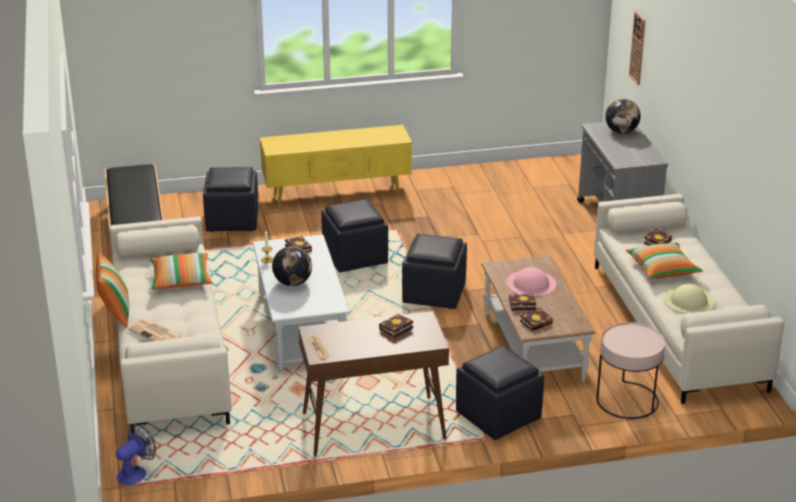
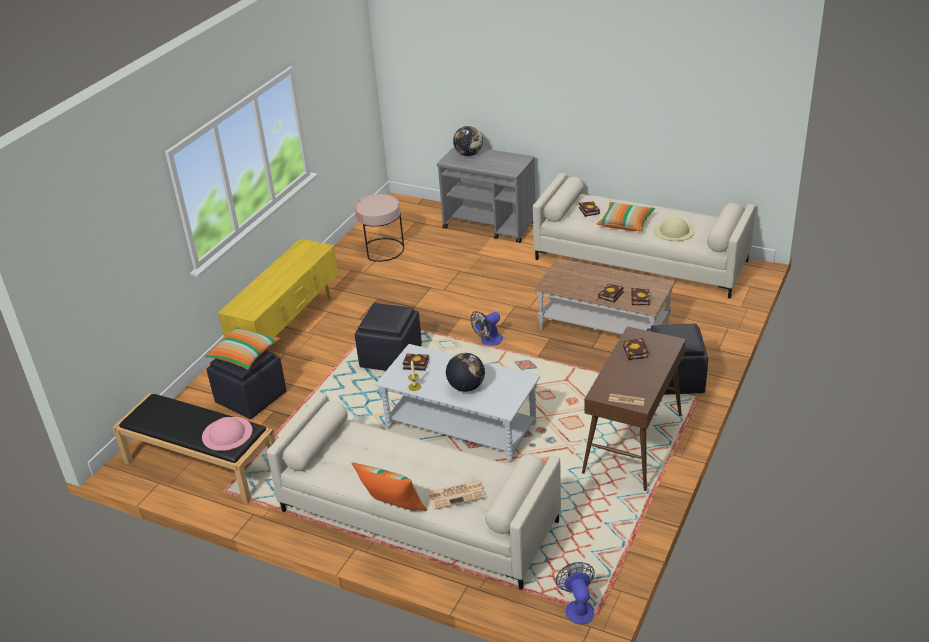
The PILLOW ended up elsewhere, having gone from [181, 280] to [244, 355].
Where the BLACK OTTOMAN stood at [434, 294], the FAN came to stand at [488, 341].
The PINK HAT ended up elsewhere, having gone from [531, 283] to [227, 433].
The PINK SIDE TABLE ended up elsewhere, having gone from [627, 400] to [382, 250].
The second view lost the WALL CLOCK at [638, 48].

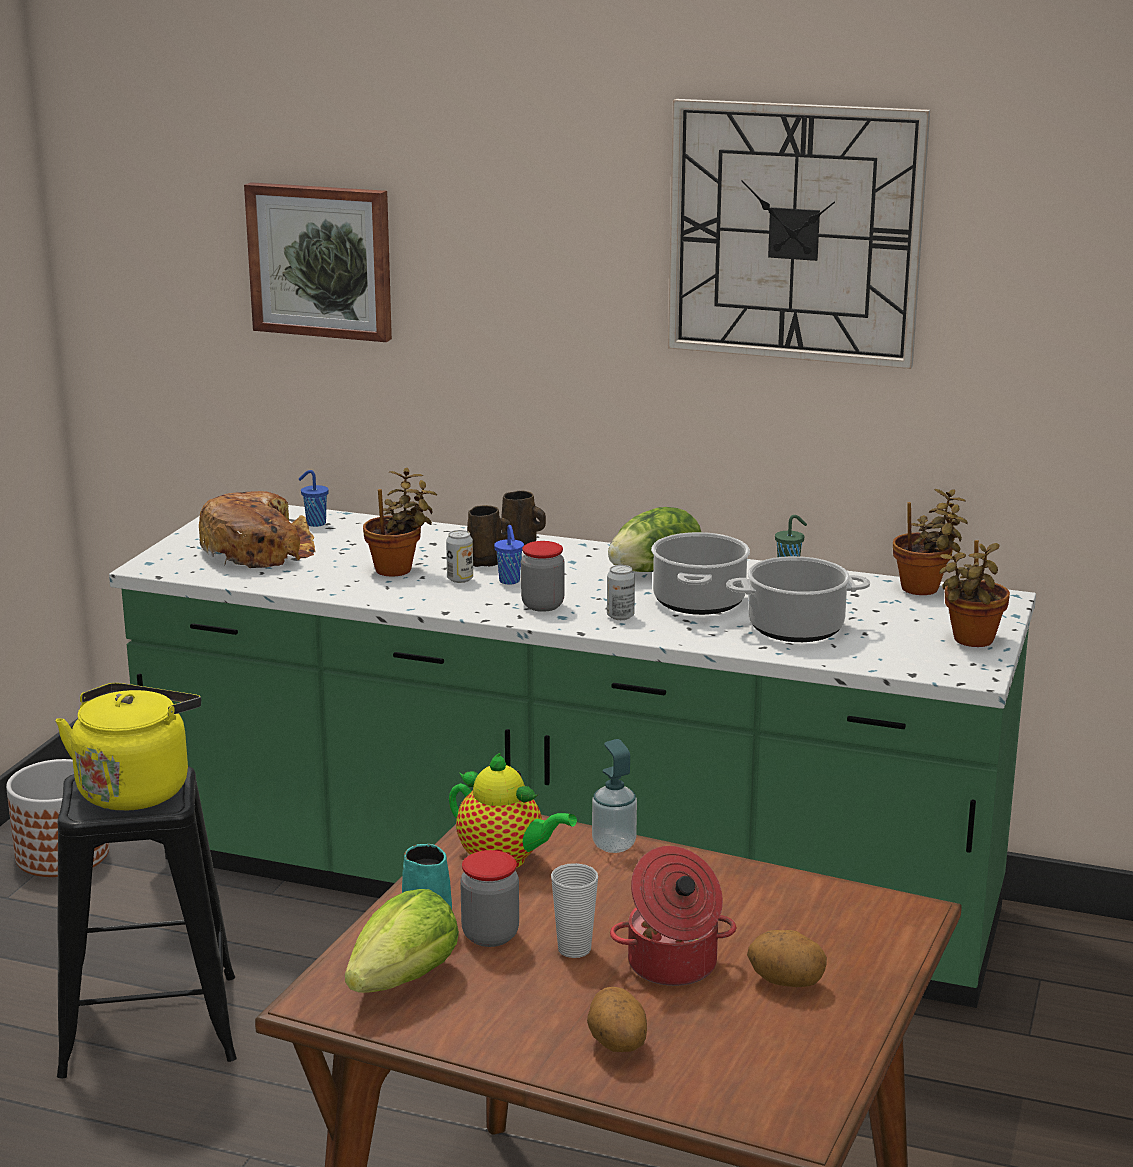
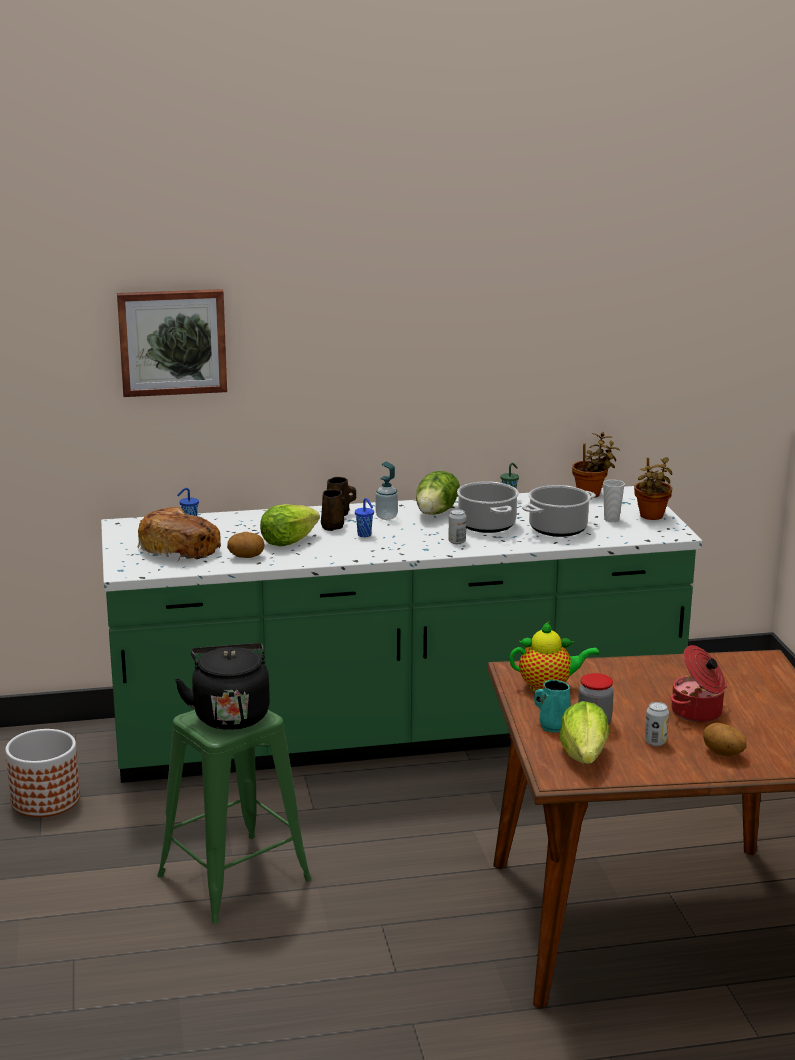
What was the YELLOW KETTLE at [136, 788] turned into the BLACK KETTLE at [230, 714].
What was the BLACK STOOL at [148, 1026] turned into the GREEN STOOL at [233, 878].
Where the POTTED PLANT stood at [398, 569], the LETTUCE came to stand at [287, 542].
The CAN ended up elsewhere, having gone from [460, 579] to [655, 742].
The second view lost the JAR at [542, 605].
The CUP ended up elsewhere, having gone from [574, 949] to [611, 519].
The SOAP DISPENSER ended up elsewhere, having gone from [614, 845] to [386, 517].
The second view lost the WALL CLOCK at [795, 233].
The POTATO ended up elsewhere, having gone from [786, 982] to [246, 557].

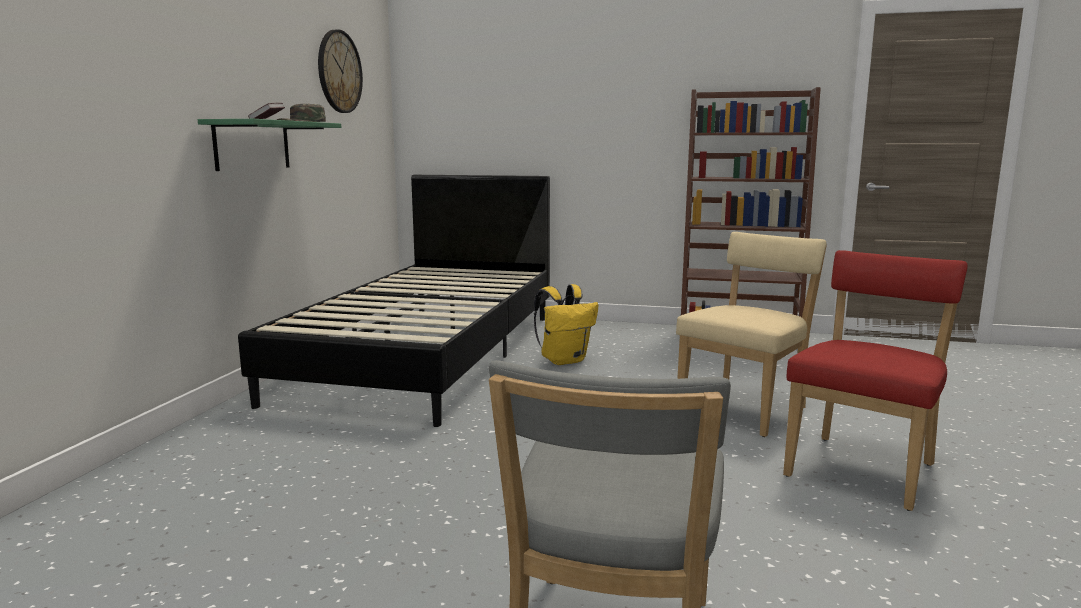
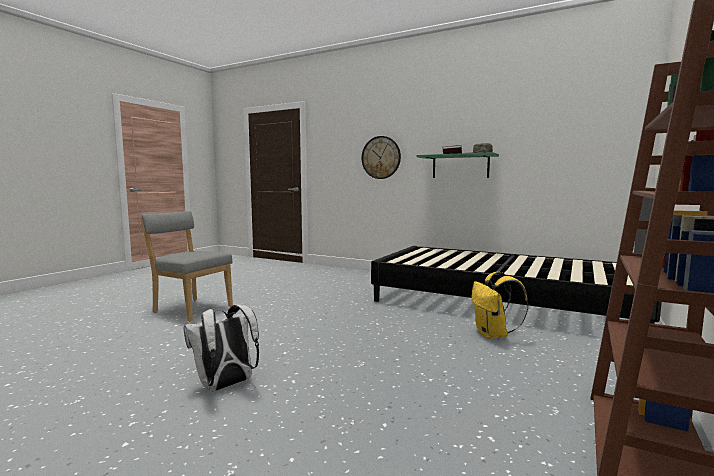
The WALL CLOCK ended up elsewhere, having gone from [339, 72] to [381, 157].
The second view lost the BEIGE CHAIR at [745, 409].
Where the RED CHAIR stood at [863, 468], the WHITE BACKPACK came to stand at [225, 386].

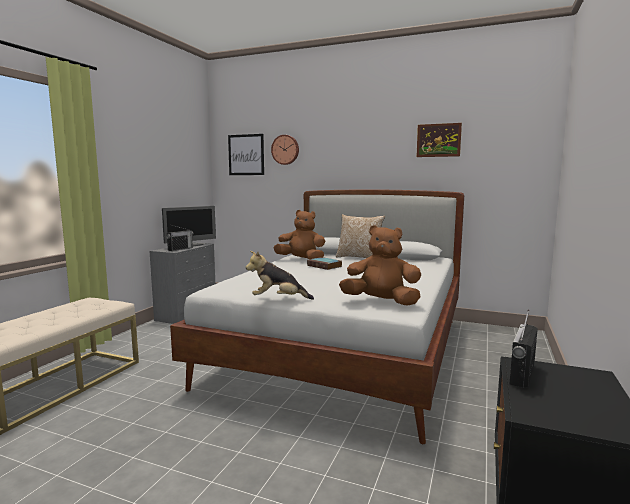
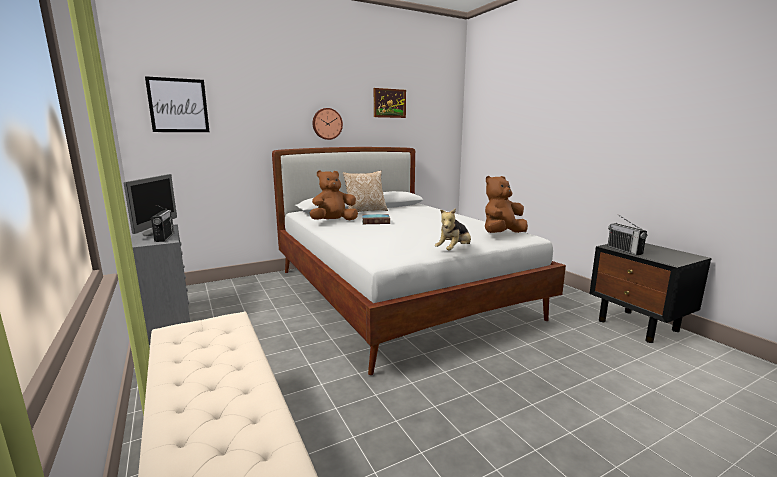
The WALL CLOCK ended up elsewhere, having gone from [285, 149] to [327, 124].

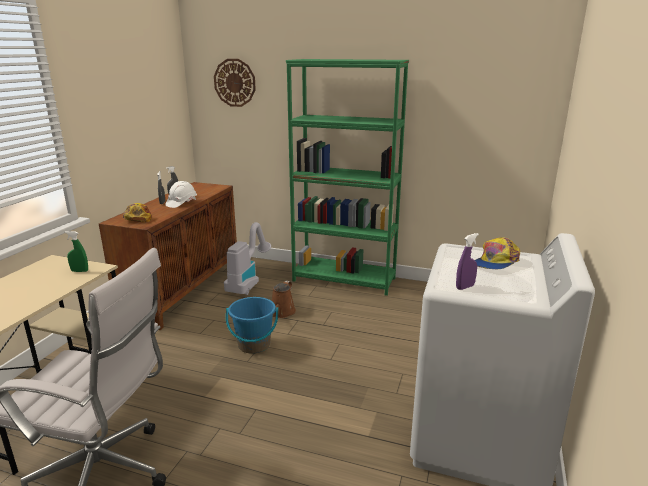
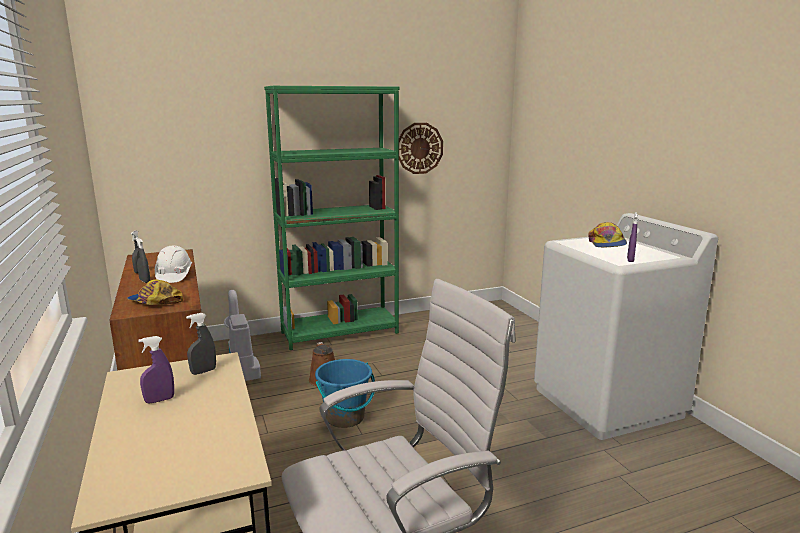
What was the GREEN SPRAY BOTTLE at [79, 271] turned into the GREY SPRAY BOTTLE at [203, 371].
The WALL CLOCK ended up elsewhere, having gone from [234, 82] to [419, 148].
The second view gained the PURPLE SPRAY BOTTLE at [159, 400].

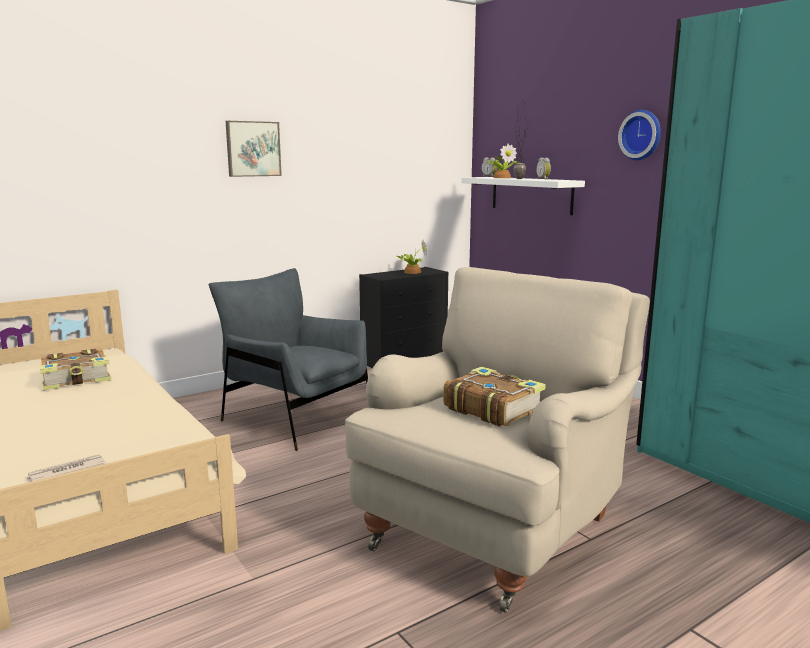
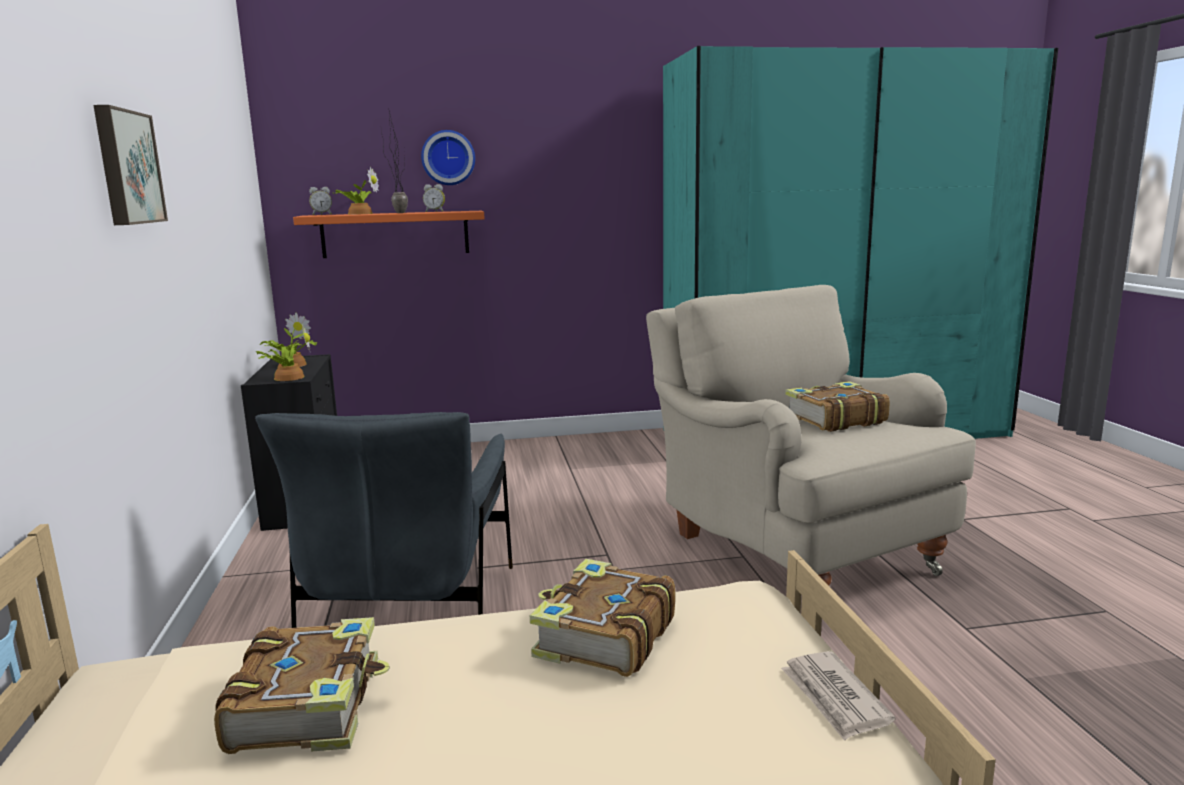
The GREY ARMCHAIR at [296, 418] ended up facing another way, 60 degrees counterclockwise from before.
What was the WHITE SHELF at [531, 195] turned into the ORANGE SHELF at [395, 234].
The WALL CLOCK ended up elsewhere, having gone from [642, 135] to [448, 158].
The second view gained the POTTED PLANT at [287, 377].
The second view gained the BOOK at [603, 637].

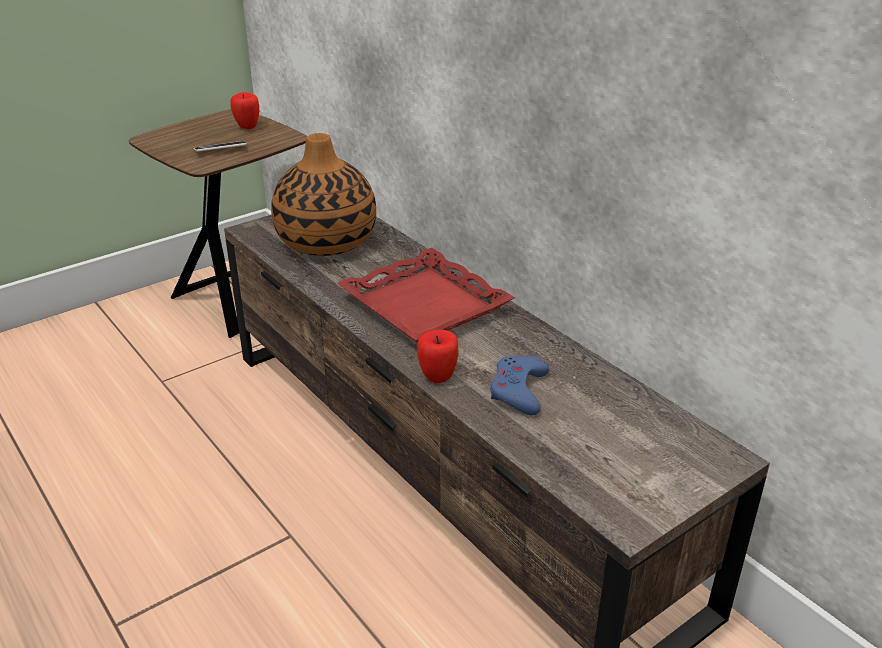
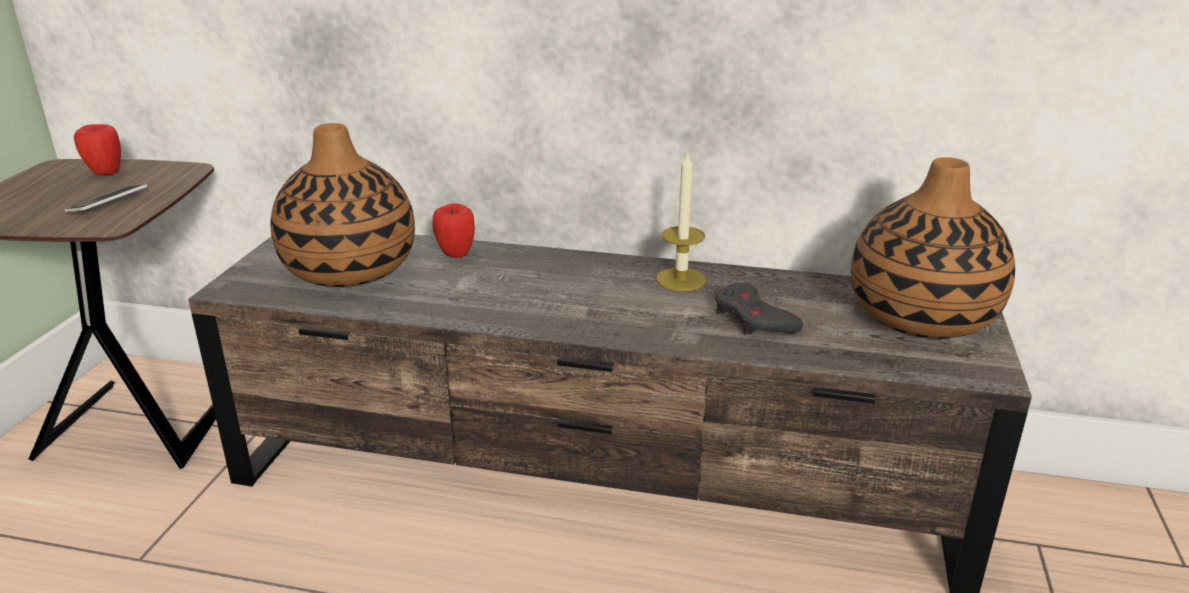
The second view lost the RED TRAY at [426, 305].
The APPLE ended up elsewhere, having gone from [438, 377] to [456, 254].
What was the BLUE GAME CONTROLLER at [518, 390] turned into the GREY GAME CONTROLLER at [753, 319].
The second view gained the CANDLE at [681, 279].
The second view gained the VASE at [922, 316].

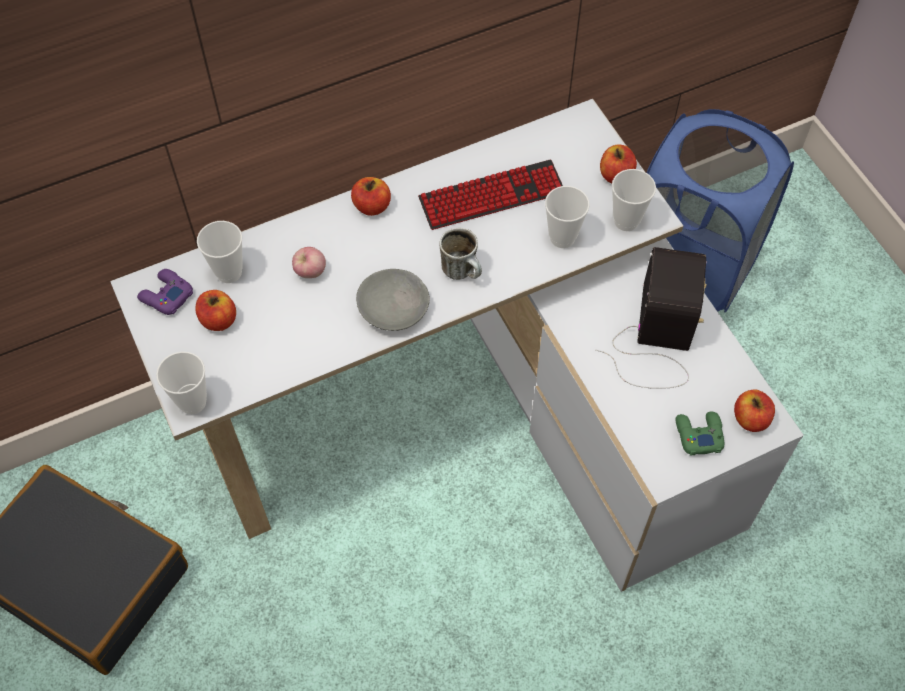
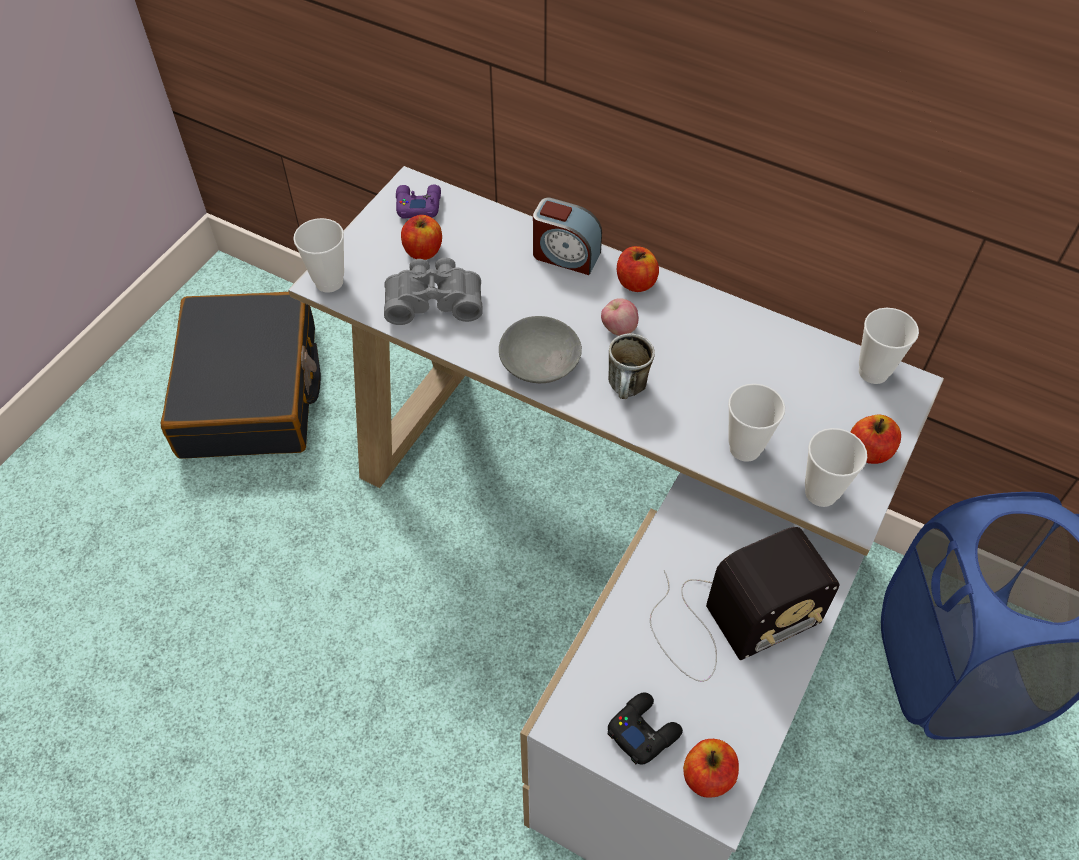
The CUP ended up elsewhere, having gone from [229, 272] to [873, 372].
The APPLE ended up elsewhere, having gone from [310, 272] to [618, 329].
The second view lost the KEYBOARD at [491, 196].
What was the GREEN GAME CONTROLLER at [698, 434] turned into the BLACK GAME CONTROLLER at [643, 730].
The second view gained the GREY BINOCULARS at [434, 300].
The second view gained the ALARM CLOCK at [565, 255].

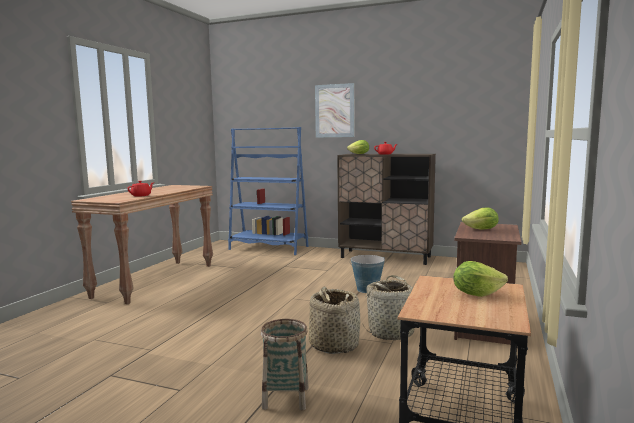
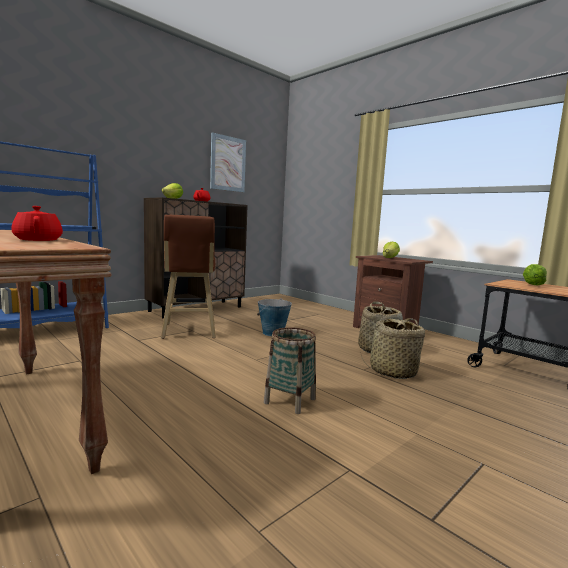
The BASKET ended up elsewhere, having gone from [285, 398] to [289, 401].
The PICTURE ended up elsewhere, having gone from [334, 111] to [228, 163].
The second view gained the BROWN STOOL at [189, 332].

